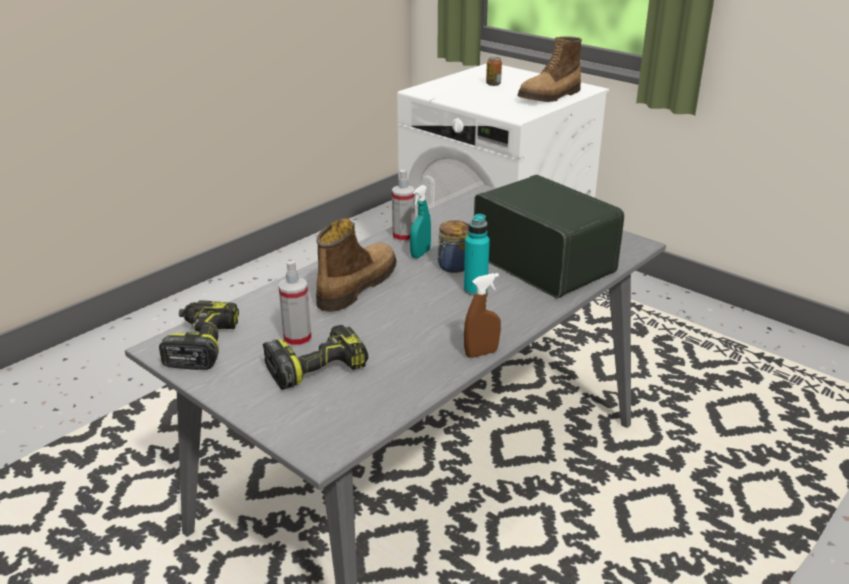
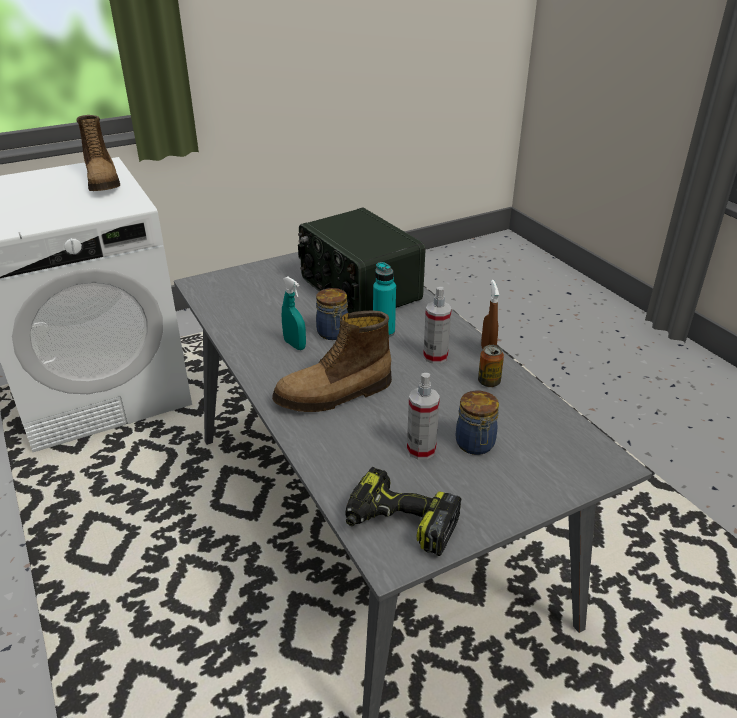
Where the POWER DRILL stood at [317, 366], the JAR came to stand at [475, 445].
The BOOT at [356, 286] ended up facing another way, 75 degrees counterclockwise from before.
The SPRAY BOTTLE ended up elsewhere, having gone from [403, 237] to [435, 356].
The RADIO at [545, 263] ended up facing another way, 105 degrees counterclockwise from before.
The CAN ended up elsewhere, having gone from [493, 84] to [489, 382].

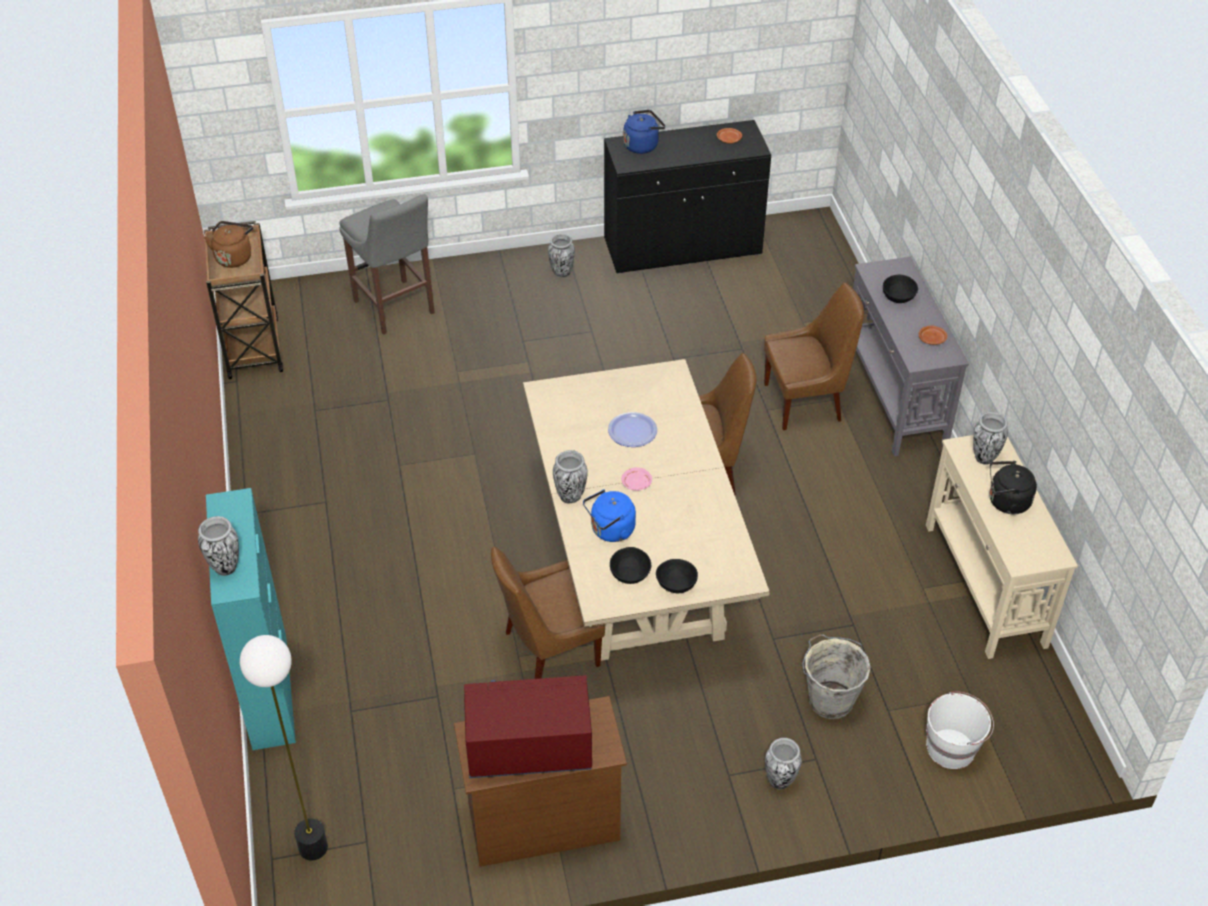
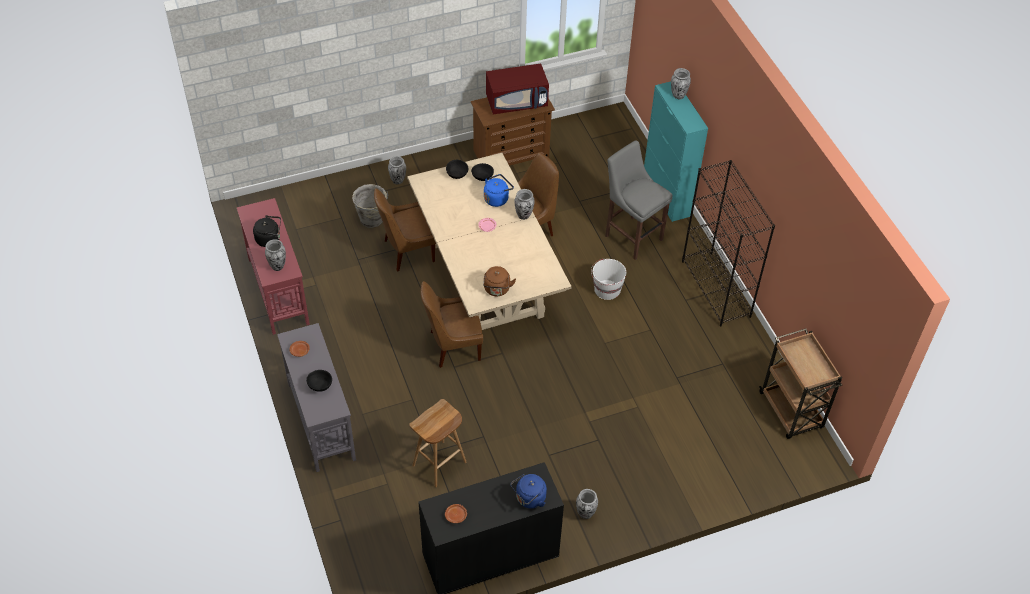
The BROWN KETTLE ended up elsewhere, having gone from [234, 257] to [497, 290].
The second view lost the FLOOR LAMP at [312, 847].
The GREY STOOL ended up elsewhere, having gone from [395, 309] to [632, 236].
The second view lost the PLATE at [632, 431].
The BROWN CHAIR ended up elsewhere, having gone from [806, 402] to [407, 251].
What was the BEIGE CONSOLE TABLE at [984, 585] turned into the RED CONSOLE TABLE at [278, 290].
The WHITE BUCKET ended up elsewhere, having gone from [952, 748] to [606, 290].
The second view gained the BROWN STOOL at [439, 464].
The second view gained the BLACK BOOKCASE at [716, 289].

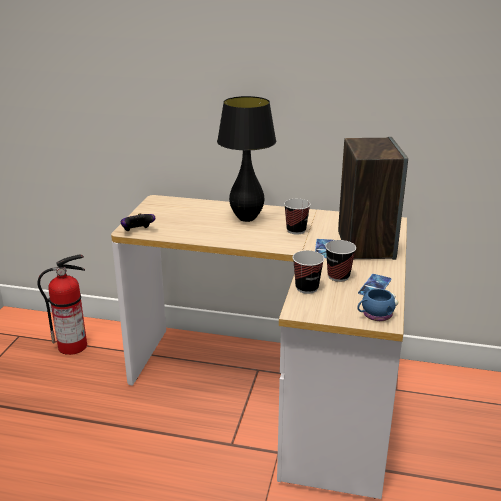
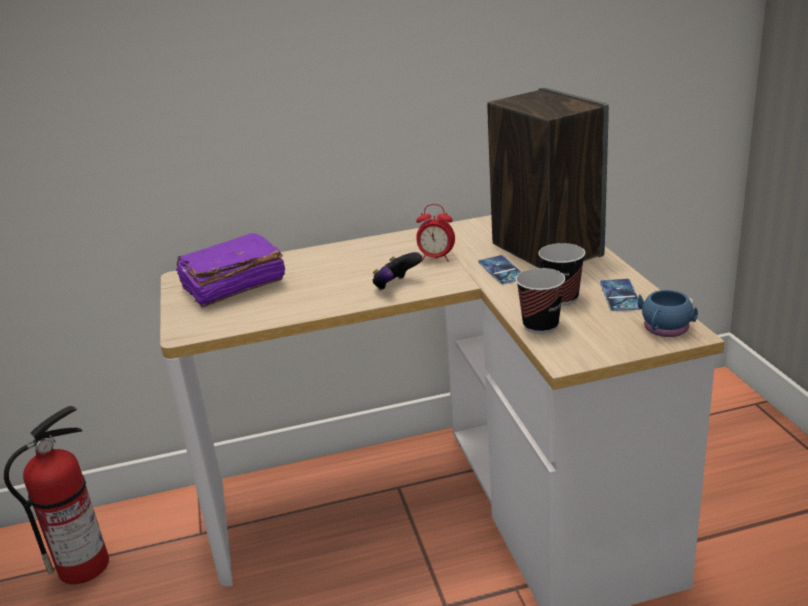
The GAME CONTROLLER ended up elsewhere, having gone from [138, 231] to [396, 286].
The second view lost the BLACK TABLE LAMP at [247, 218].
Where the CUP stood at [296, 230], the ALARM CLOCK came to stand at [436, 258].
The second view gained the PURPLE BOOK at [232, 286].

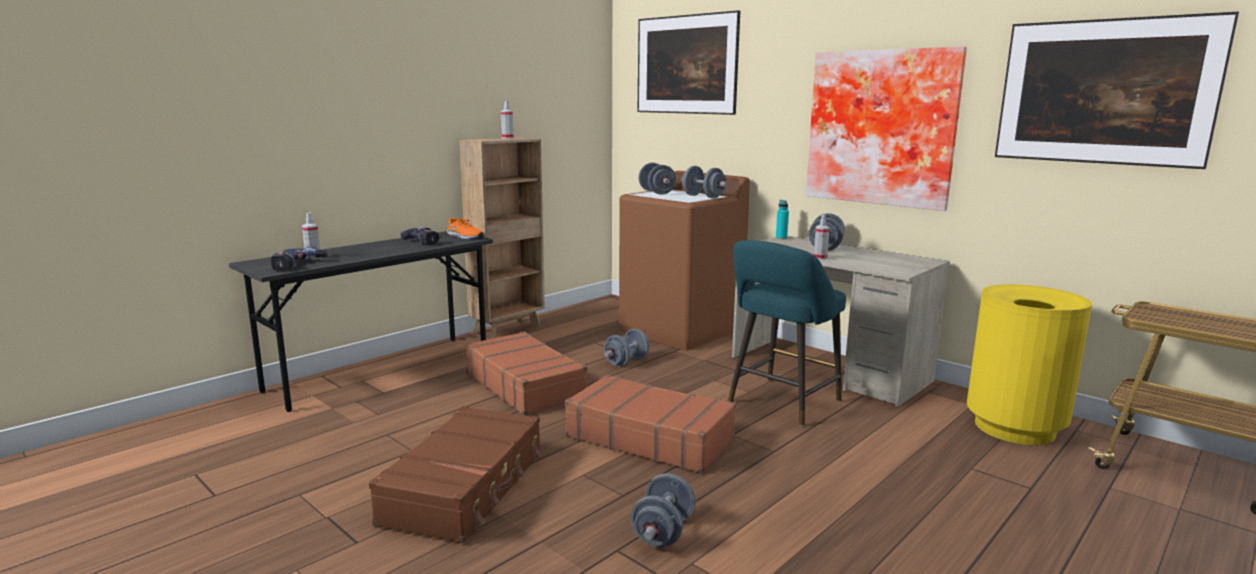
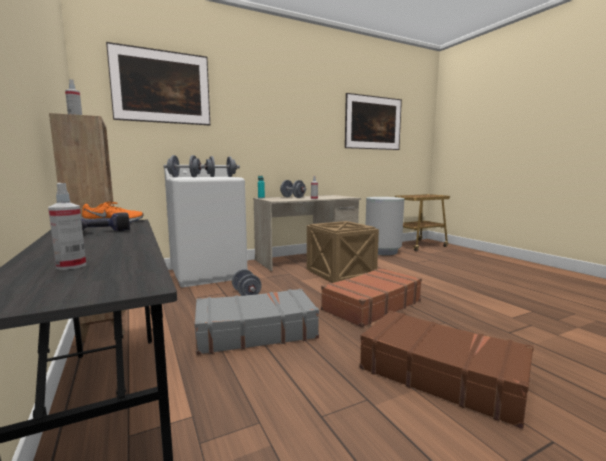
The second view lost the POWER DRILL at [298, 265].
What was the BROWN SUITCASE at [525, 385] turned into the GREY SUITCASE at [255, 331].
What was the BROWN WASHING MACHINE at [681, 330] turned into the WHITE WASHING MACHINE at [208, 273].
The second view lost the GREY DUMBBELL at [663, 532].
Where the TURQUOISE STOOL stood at [781, 403], the CRATE came to stand at [341, 274].
The second view lost the PICTURE at [882, 128].
What was the YELLOW TRASH CAN at [1015, 428] turned into the GREY TRASH CAN at [383, 251].

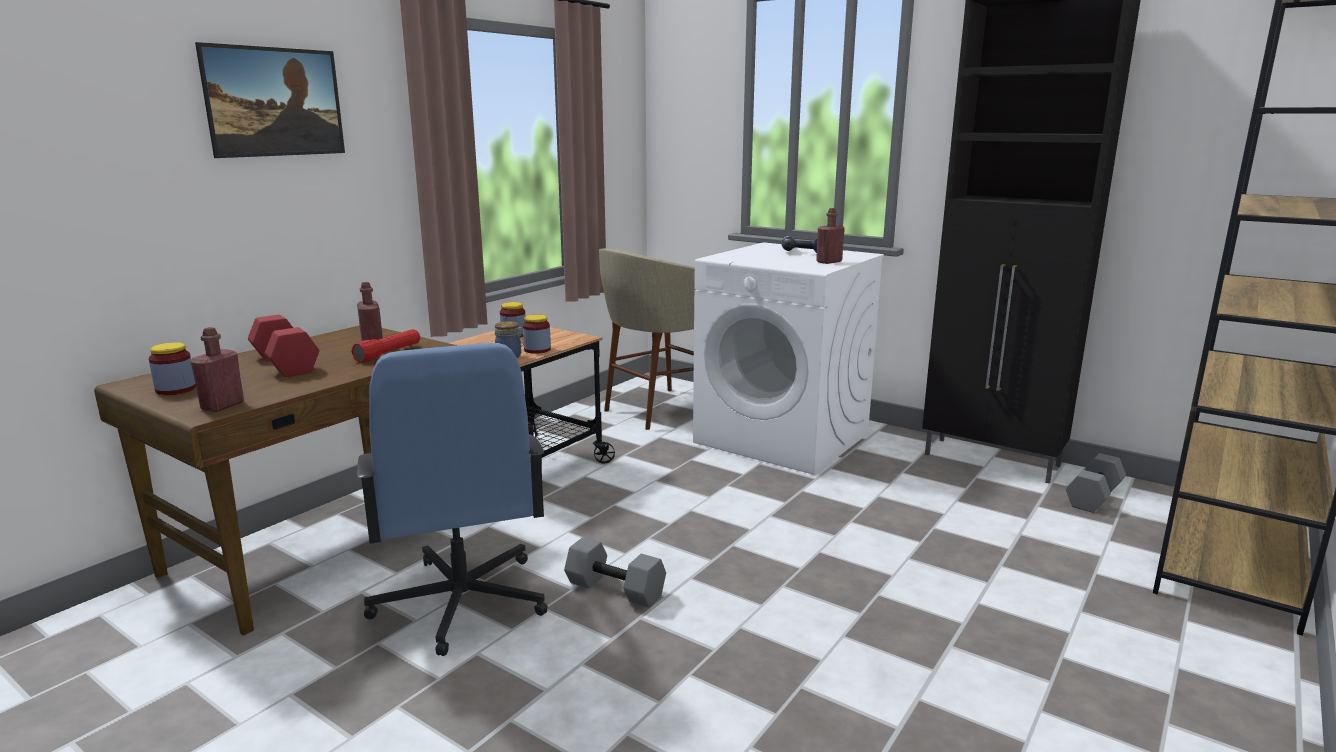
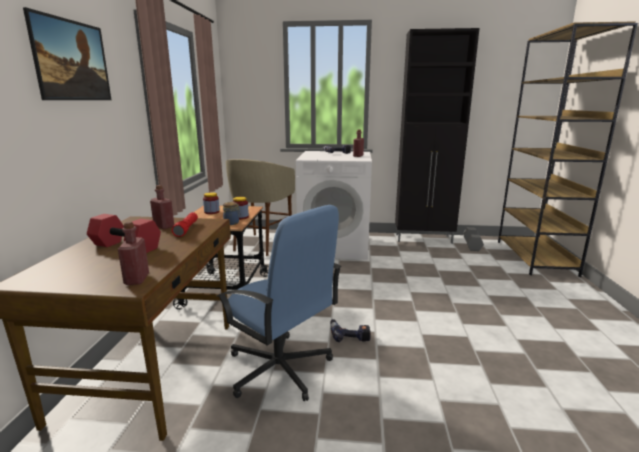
The second view lost the JAR at [176, 389].
Where the GREY DUMBBELL stood at [617, 589], the POWER DRILL came to stand at [349, 335].

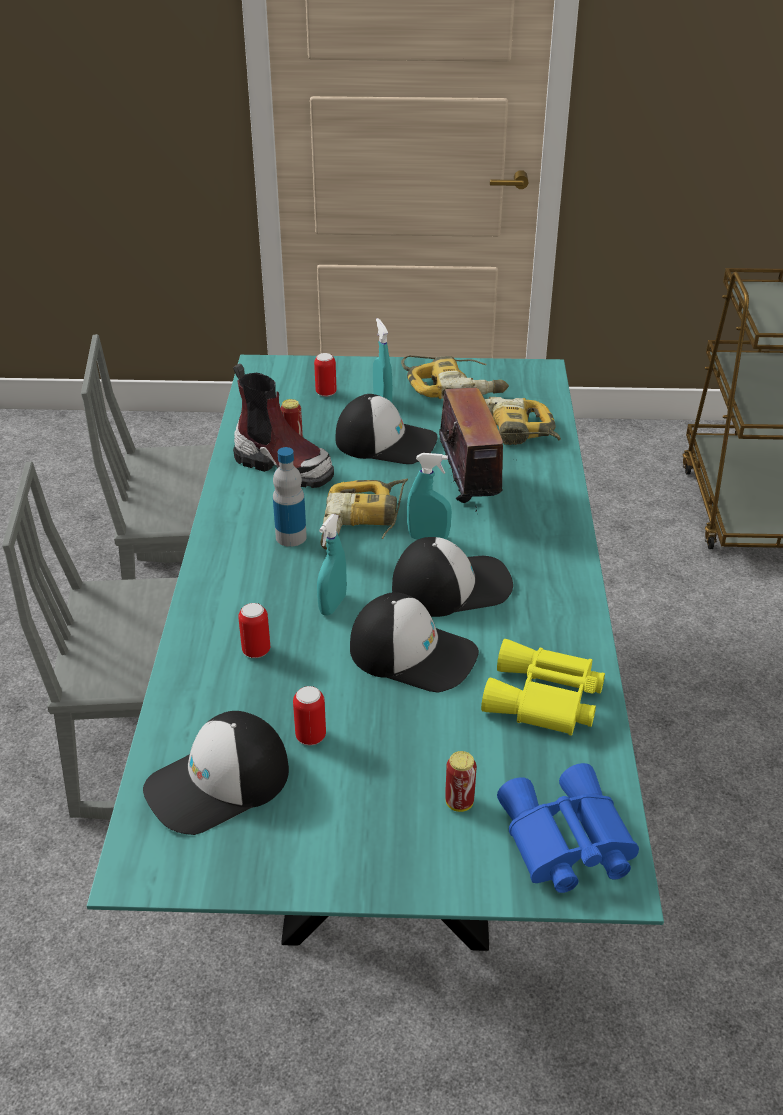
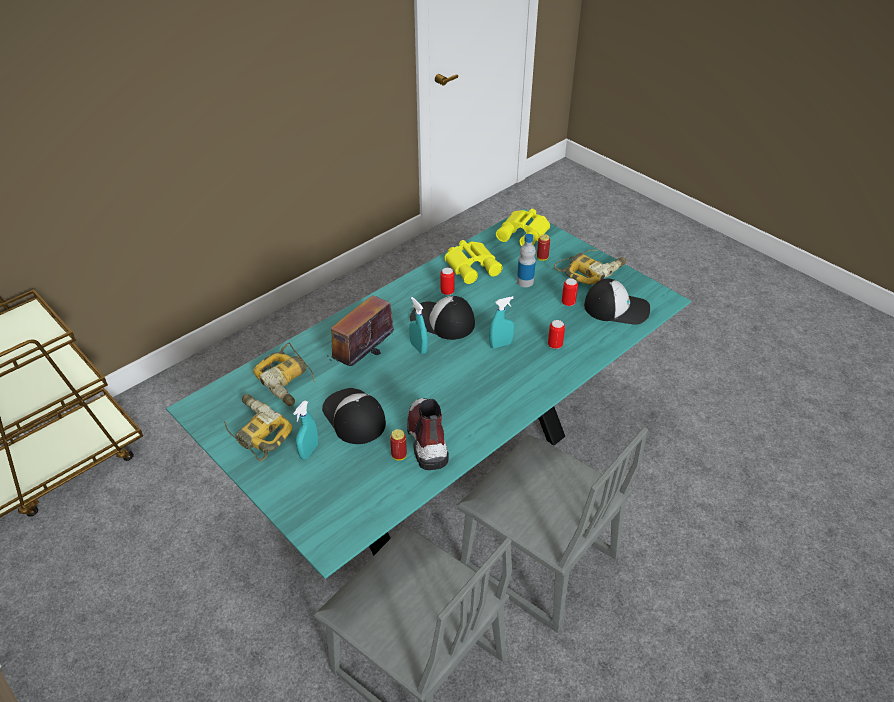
The BOTTLE ended up elsewhere, having gone from [291, 537] to [525, 282].
The CAN ended up elsewhere, having gone from [326, 393] to [447, 292].
The POWER DRILL ended up elsewhere, having gone from [363, 524] to [590, 270].
The second view lost the CAP at [413, 653].
What was the BLUE BINOCULARS at [564, 842] turned into the YELLOW BINOCULARS at [524, 233].

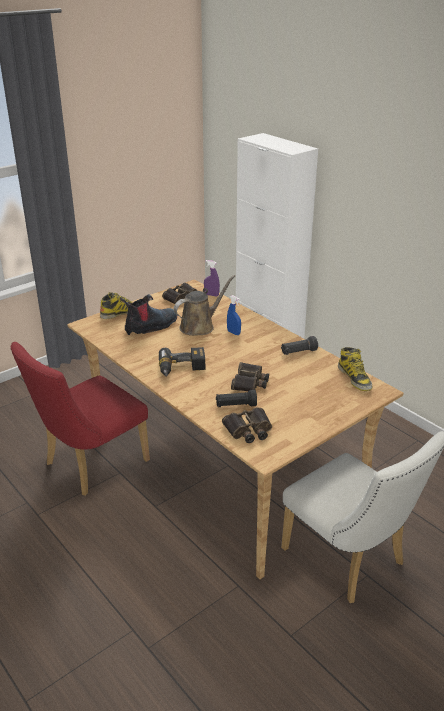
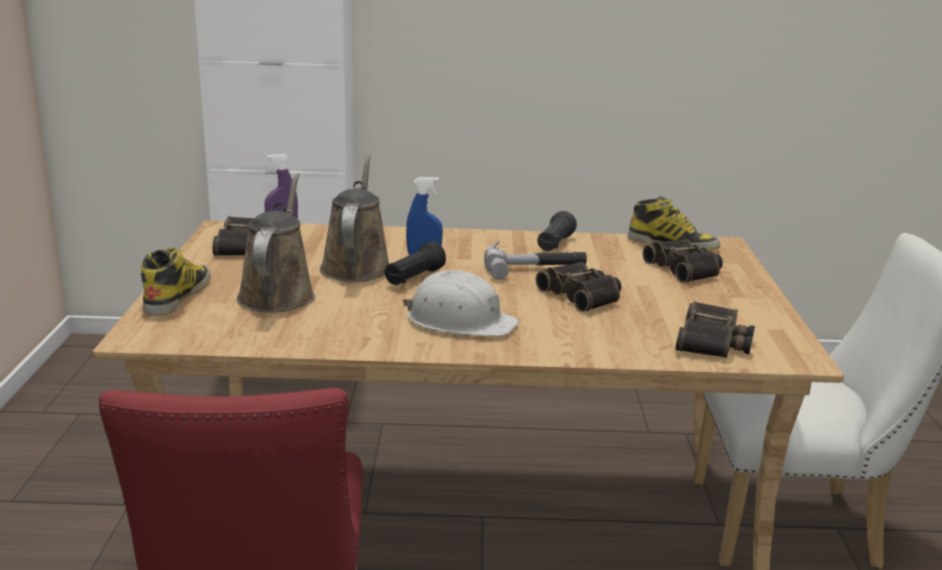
Where the BOOT stood at [151, 327], the BROWN WATERING CAN came to stand at [278, 294].
Where the POWER DRILL stood at [182, 369], the WHITE HARD HAT came to stand at [460, 321].
The BLACK FLASHLIGHT ended up elsewhere, having gone from [236, 405] to [413, 278].
The second view gained the HAMMER at [533, 265].
The second view gained the BINOCULARS at [685, 269].

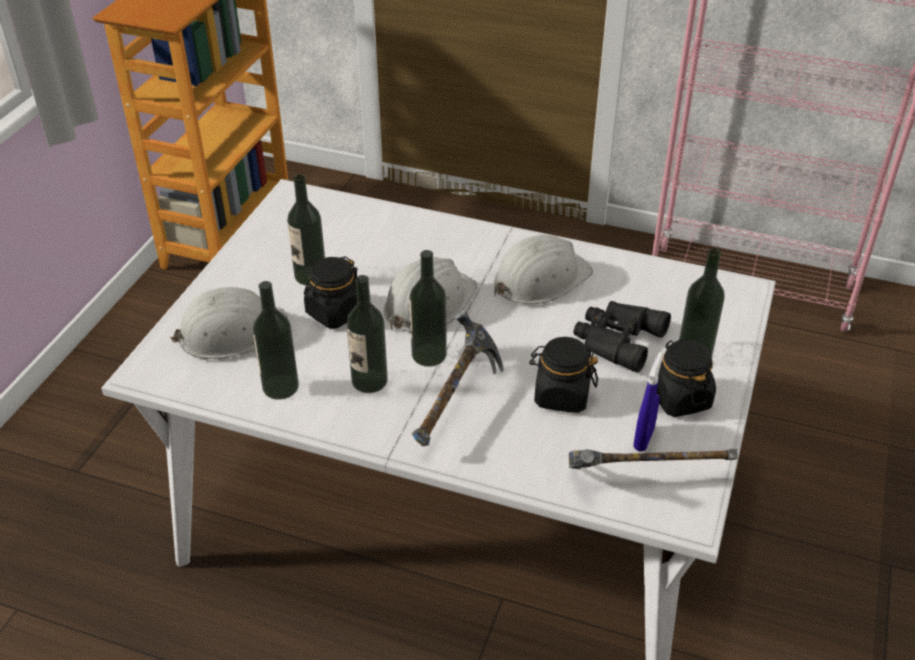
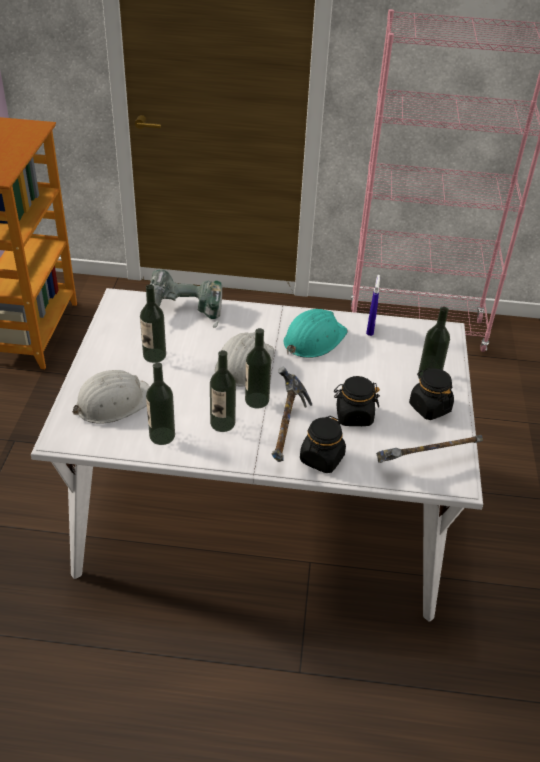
The BLACK JAR ended up elsewhere, having gone from [334, 313] to [321, 459].
What was the WHITE HARD HAT at [540, 279] turned into the TURQUOISE HARD HAT at [313, 339].
The second view lost the BLACK BINOCULARS at [616, 339].
The BLUE SPRAY BOTTLE ended up elsewhere, having gone from [643, 439] to [370, 329].
The second view gained the POWER DRILL at [184, 313].

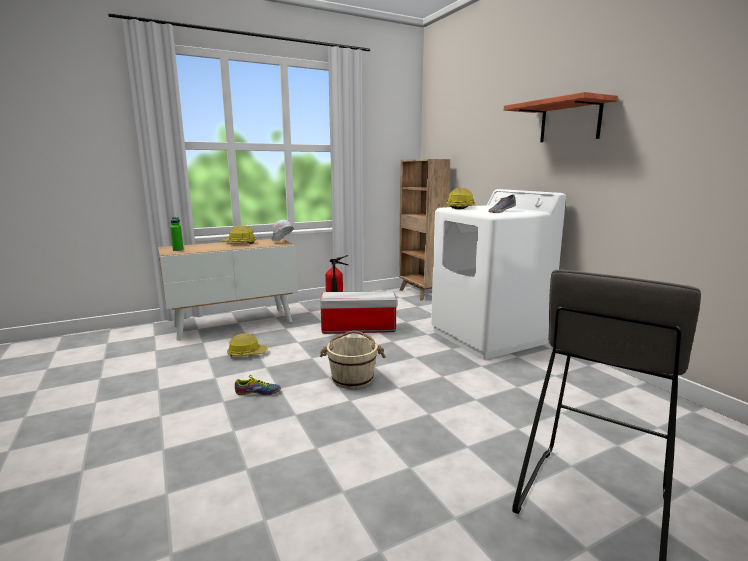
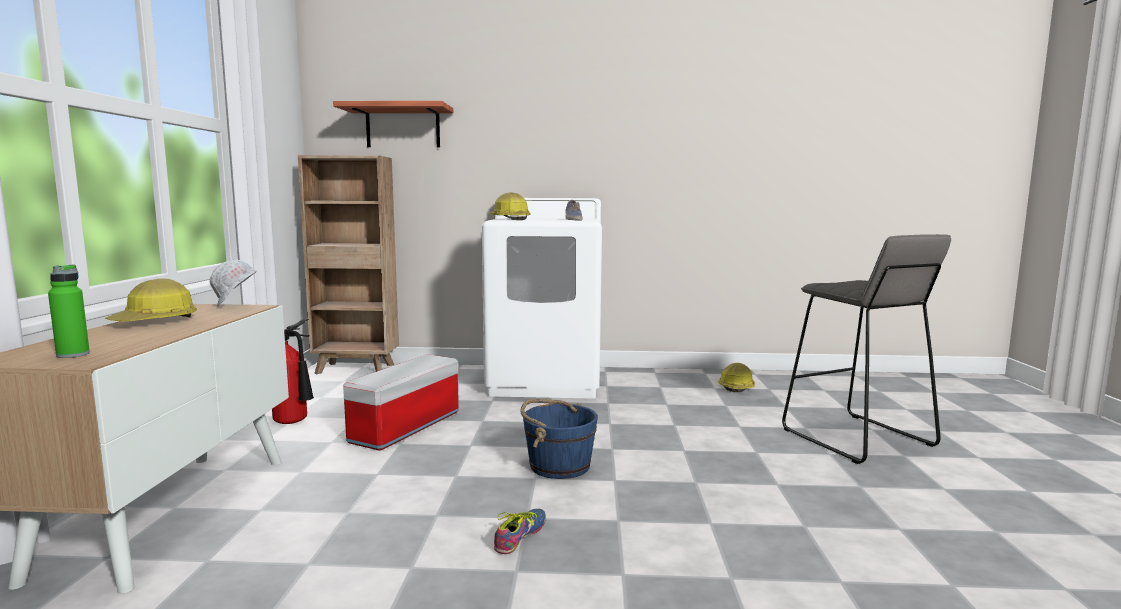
The HARD HAT ended up elsewhere, having gone from [247, 353] to [736, 387].
What was the BEIGE BUCKET at [352, 378] turned into the BLUE BUCKET at [558, 465].
The SHELF ended up elsewhere, having gone from [570, 121] to [403, 127].

